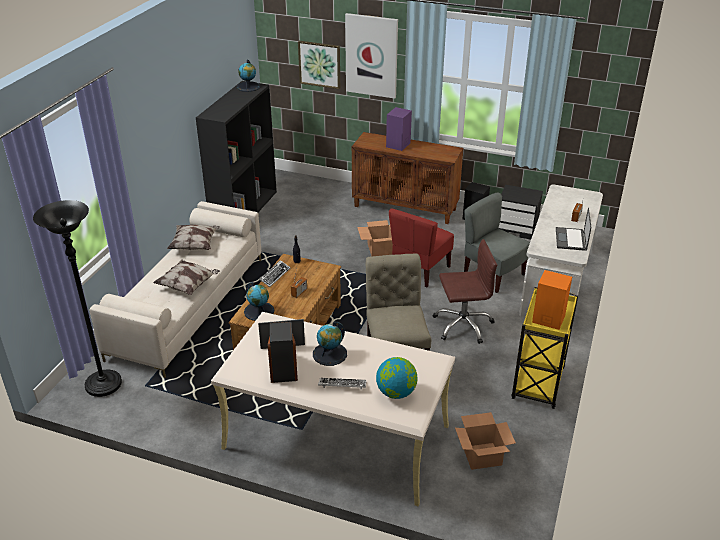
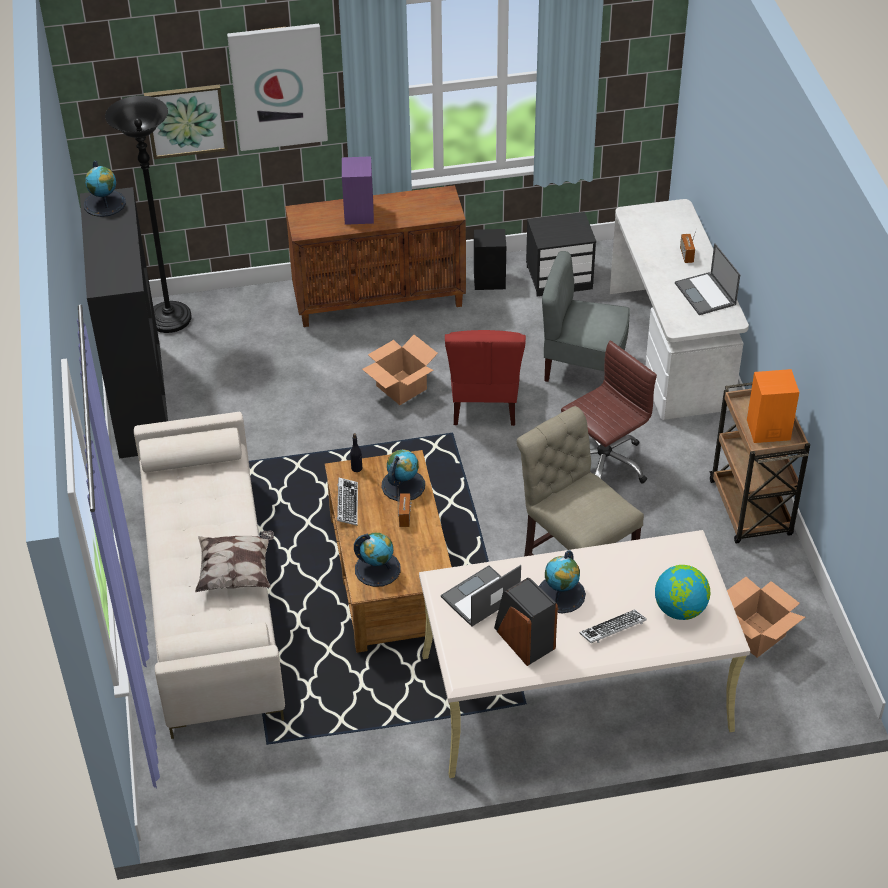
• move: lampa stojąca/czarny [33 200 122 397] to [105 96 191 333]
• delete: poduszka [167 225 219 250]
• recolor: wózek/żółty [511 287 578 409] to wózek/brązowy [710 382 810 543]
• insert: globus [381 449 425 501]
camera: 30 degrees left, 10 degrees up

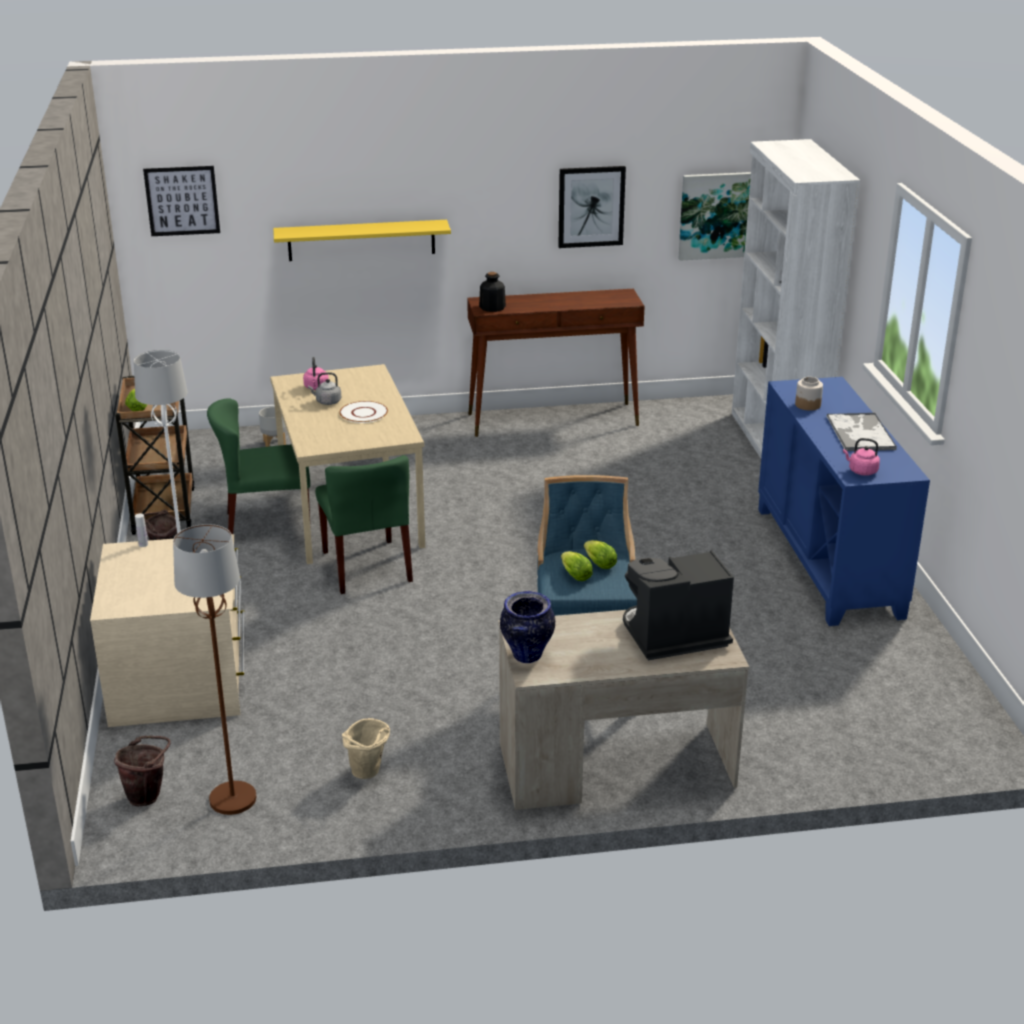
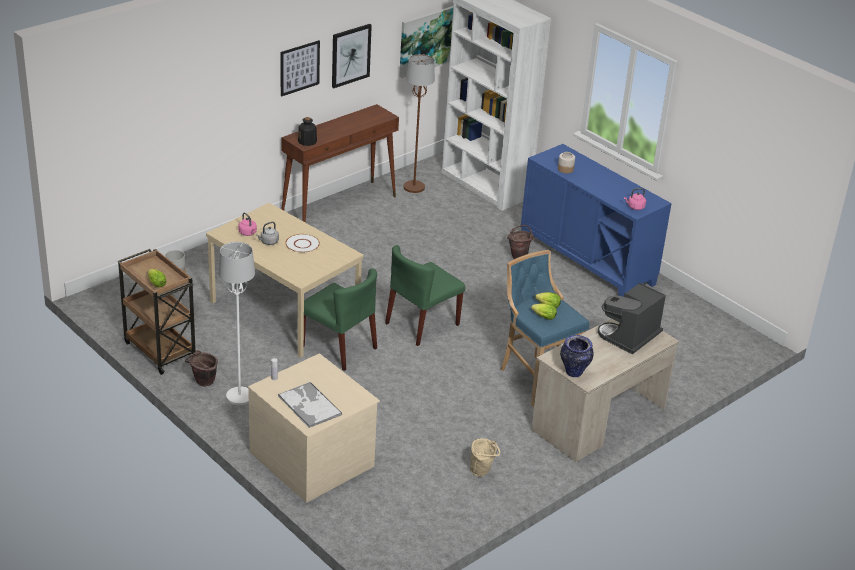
• move: wiadro/brązowy [114 736 171 806] to [507 225 534 259]
• move: obraz [143 166 220 236] to [281 40 320 97]
• move: lampa stojąca/brązowy [173 524 256 815] to [404 54 435 193]
• move: krzesło/zielony [207 399 310 534] to [385 245 465 346]
• delete: półka/żółty [273 220 451 261]
• move: taca [826 413 897 451] to [278 382 342 428]
camera: 35 degrees left, 5 degrees up

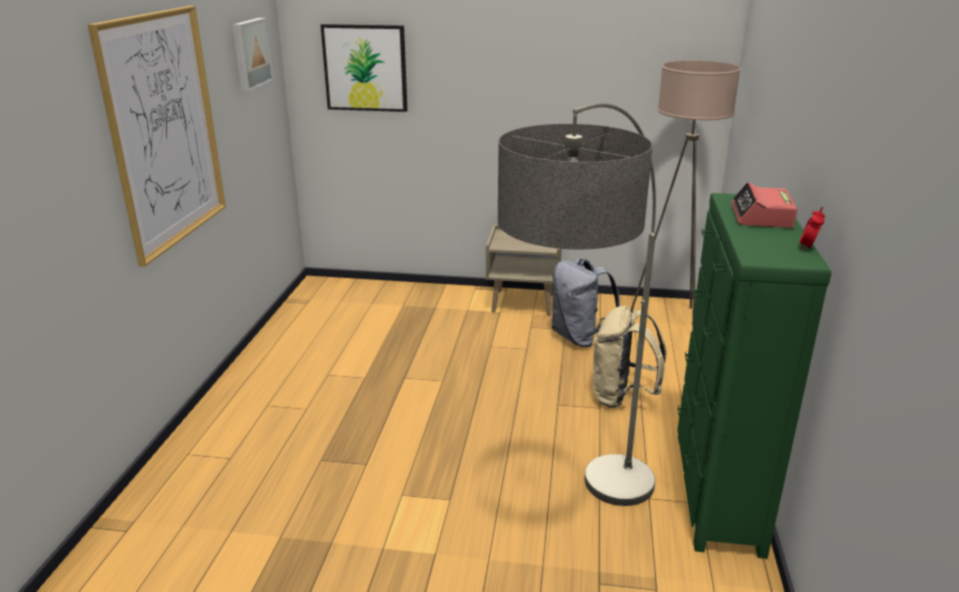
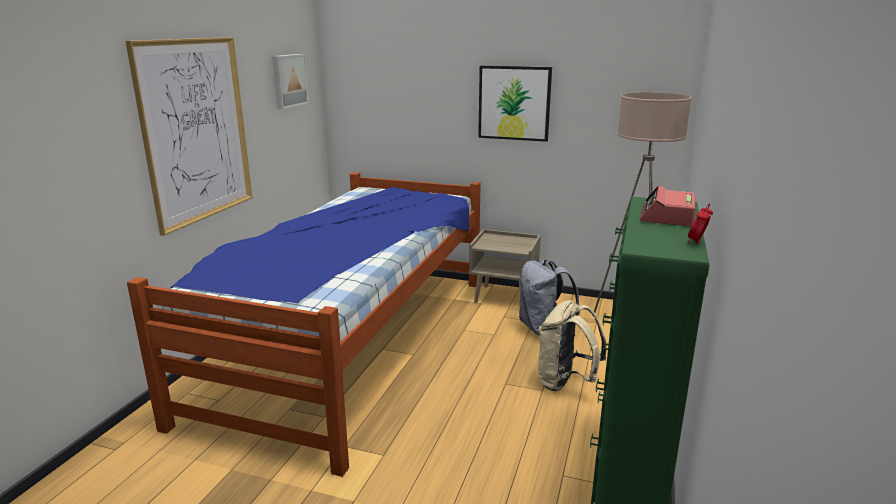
• move: obraz [321 24 407 112] to [478 66 552 142]
• delete: lampa stojąca [498 103 656 506]
• insert: łóżko [127 172 481 477]
camera: 10 degrees right, 5 degrees down

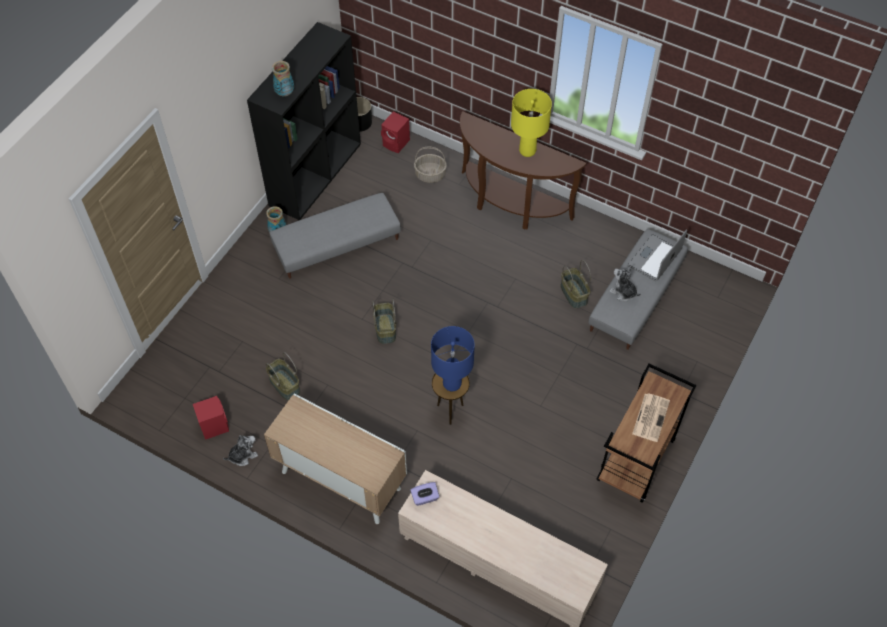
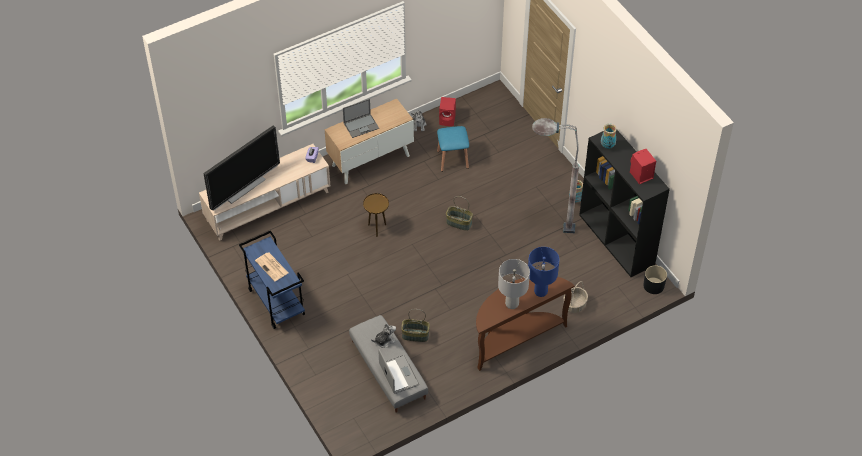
• replace: koszyk [266 352 301 401] to stołek/niebieski [437 126 469 172]
• replace: pufa/szary [269 193 401 279] to lampa stojąca/szary [532 118 579 233]
• move: głośnik/czerwony [381 111 410 153] to [630 149 656 184]
• move: lampa stołowa/niebieski [431 326 475 391] to [528 247 559 297]
• recolor: lampa stołowa/żółty [511 89 552 157] to lampa stołowa/szary [498 259 530 309]
• recolor: wózek/brązowy [597 364 697 503] to wózek/niebieski [239 231 305 329]
• insert: telewizor [204 126 280 211]
• insert: laptop [343 99 379 138]
camera: 120 degrees right, 5 degrees down

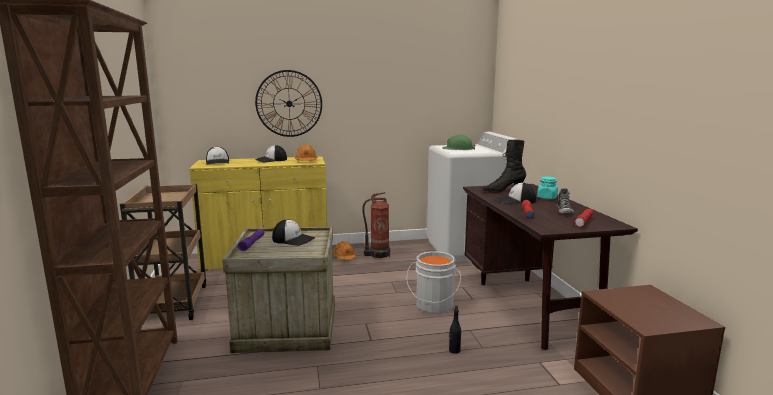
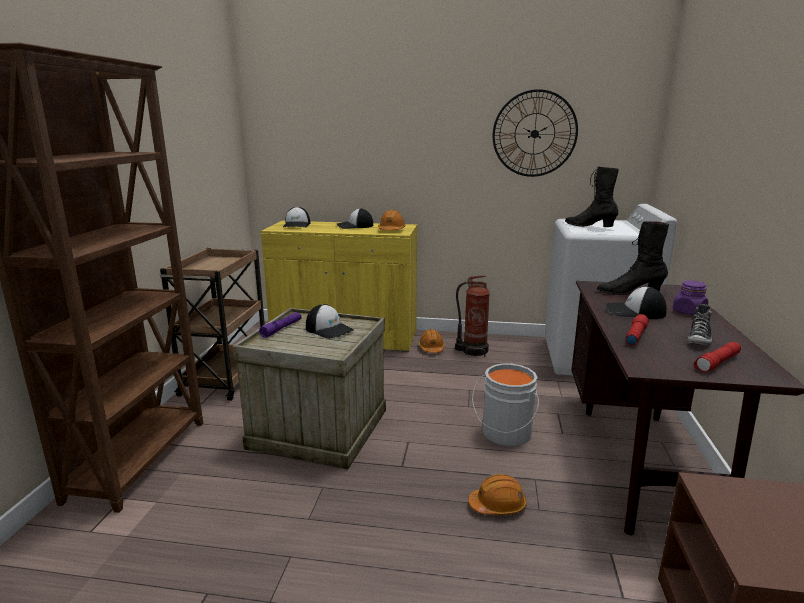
• move: zegar ścienny [255 70 322 137] to [493 89 578 177]
• replace: kask/zielony [442 135 476 150] to but z cholewką/czarny [565 167 619 227]
• replace: butelka/czarny [449 305 461 354] to kask/pomarańczowy [468 474 527 515]
• recolor: słoik/turkusowy [537 177 558 199] to słoik/fioletowy [673 280 708 315]
camera: 20 degrees right, 5 degrees up

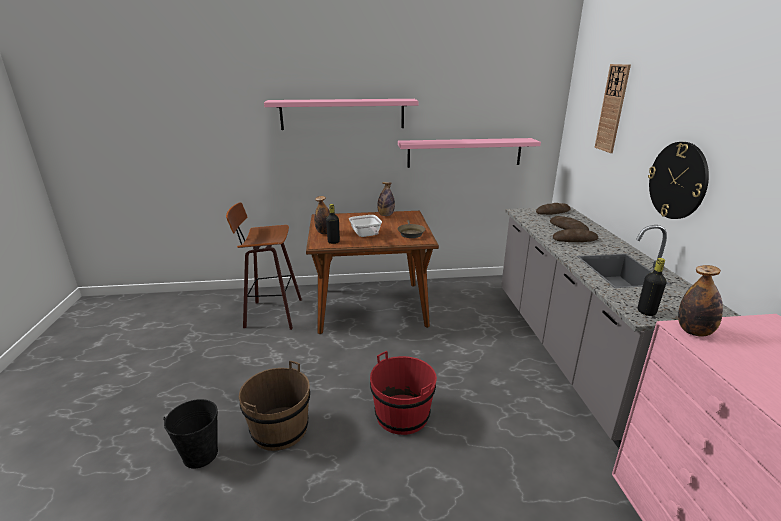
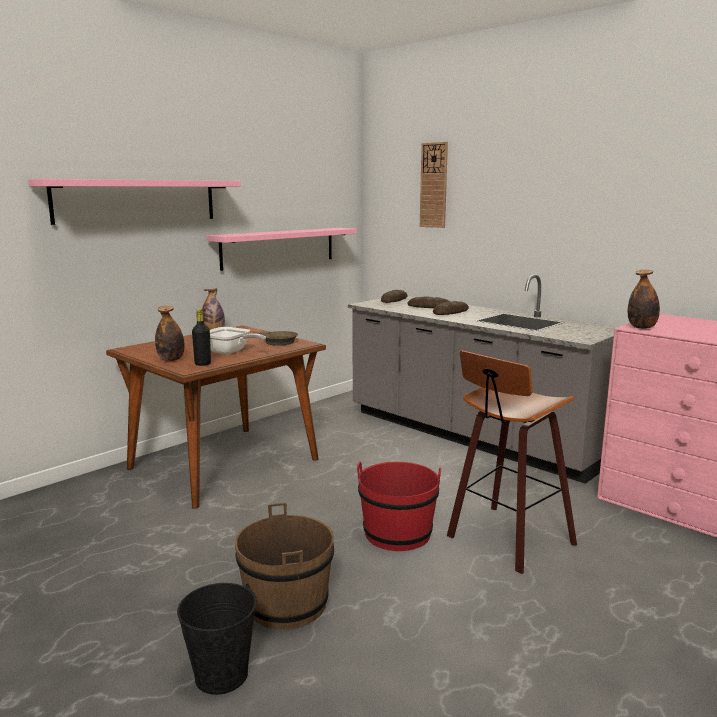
• move: stołek [226 202 302 330] to [447 351 577 574]
• delete: butelka/czarny [638 258 666 316]
• delete: zegar ścienny [648 142 709 219]
camera: 40 degrees left, 10 degrees down

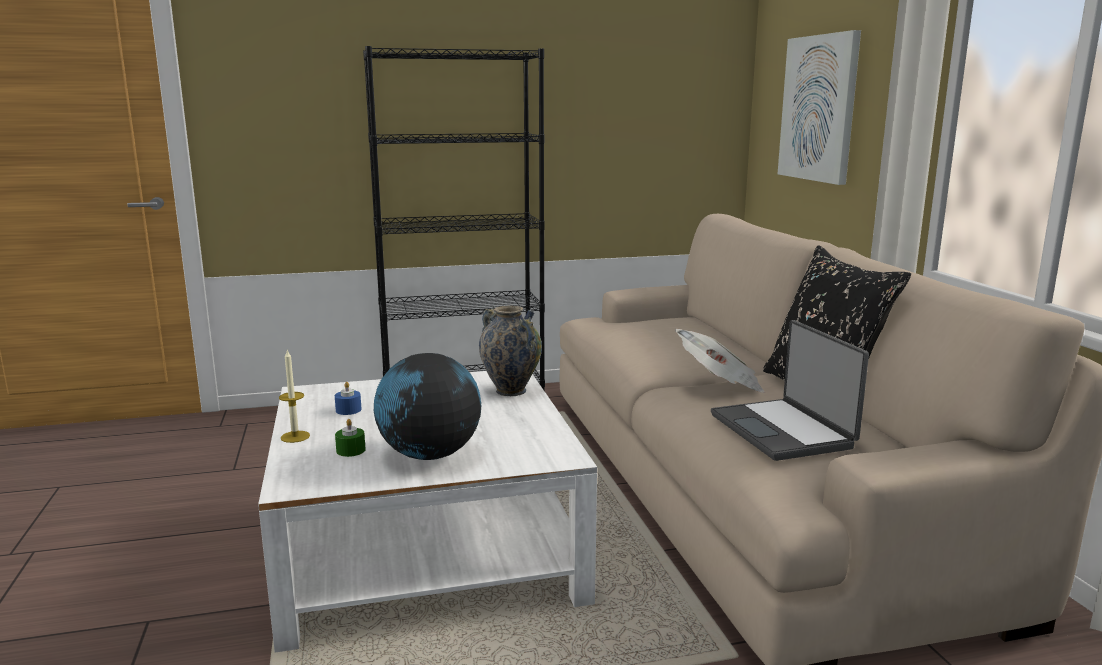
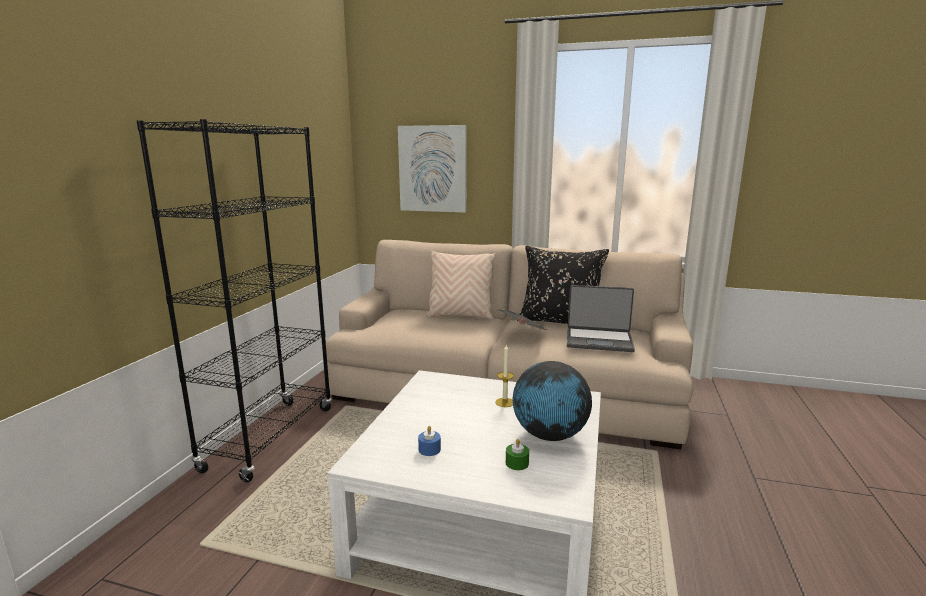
• move: świeca [279 350 310 443] to [495 344 514 407]
• delete: wazon [479 306 542 396]
• insert: poduszka/beżowy [426 250 496 319]
camera: 60 degrees left, 0 degrees up

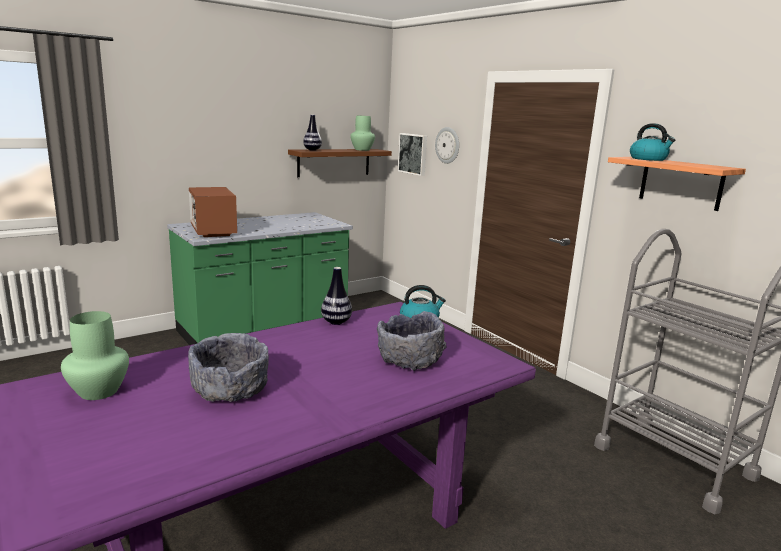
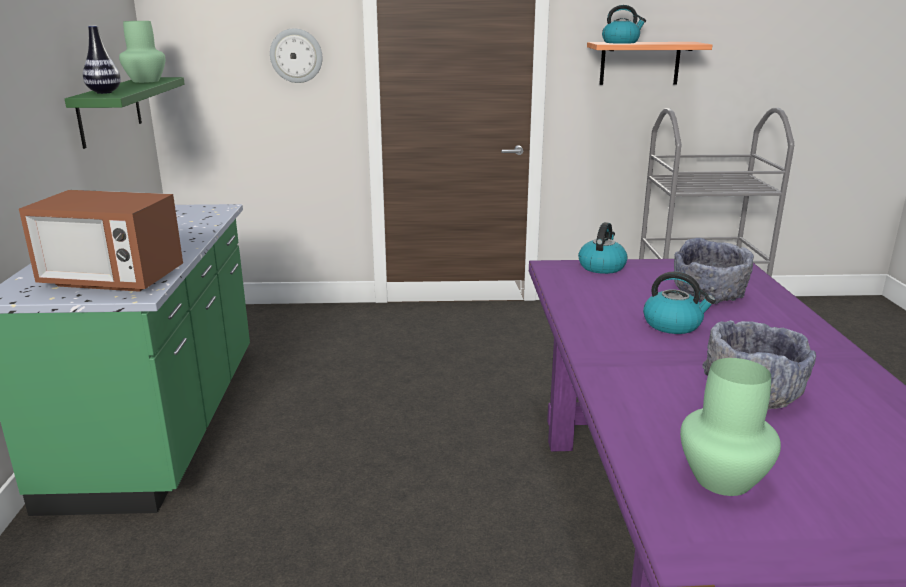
• recolor: półka/brązowy [288 149 392 177] to półka/zielony [65 77 185 149]
• delete: wazon [321 267 352 325]
• delete: obraz [398 133 427 176]
• insert: czajnik [643 271 716 334]
camera: 55 degrees left, 5 degrees up

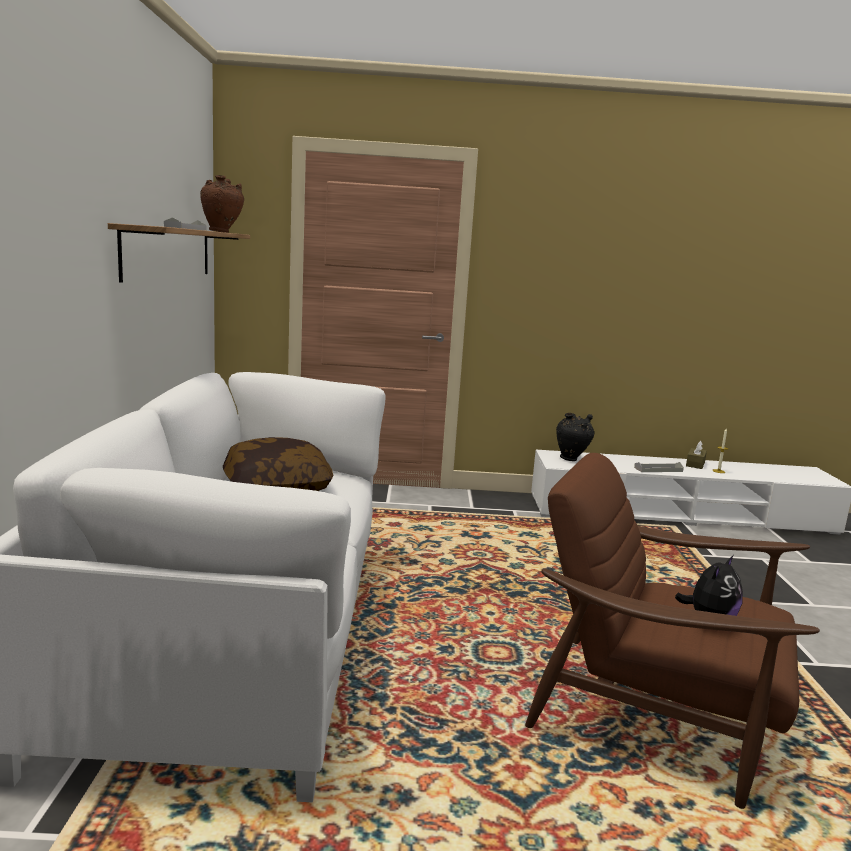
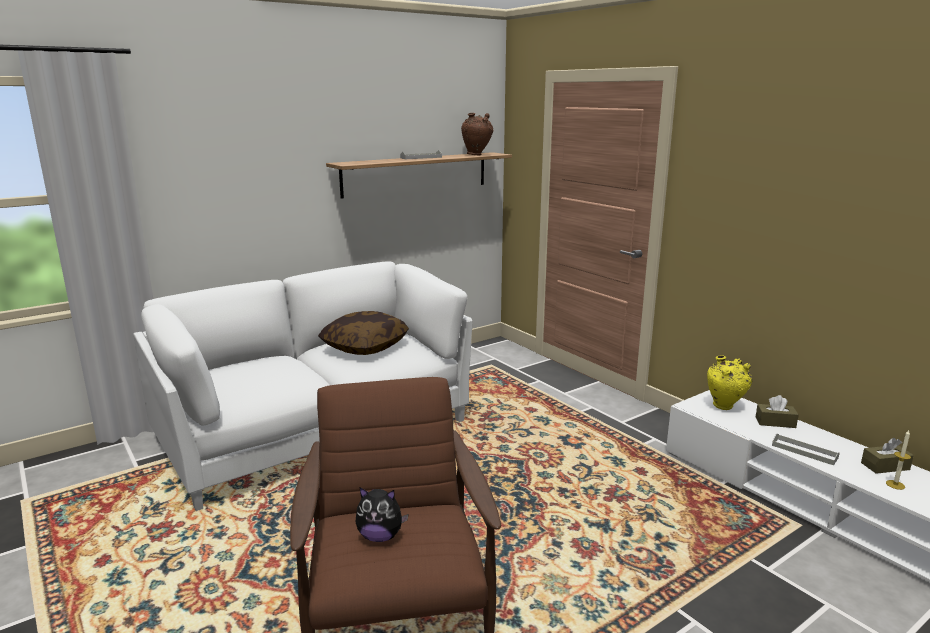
• recolor: wazon/czarny [556 413 595 461] to wazon/żółty [707 355 752 410]
• insert: pudełko chusteczek/brązowy [756 395 799 428]
camera: 55 degrees right, 5 degrees up

